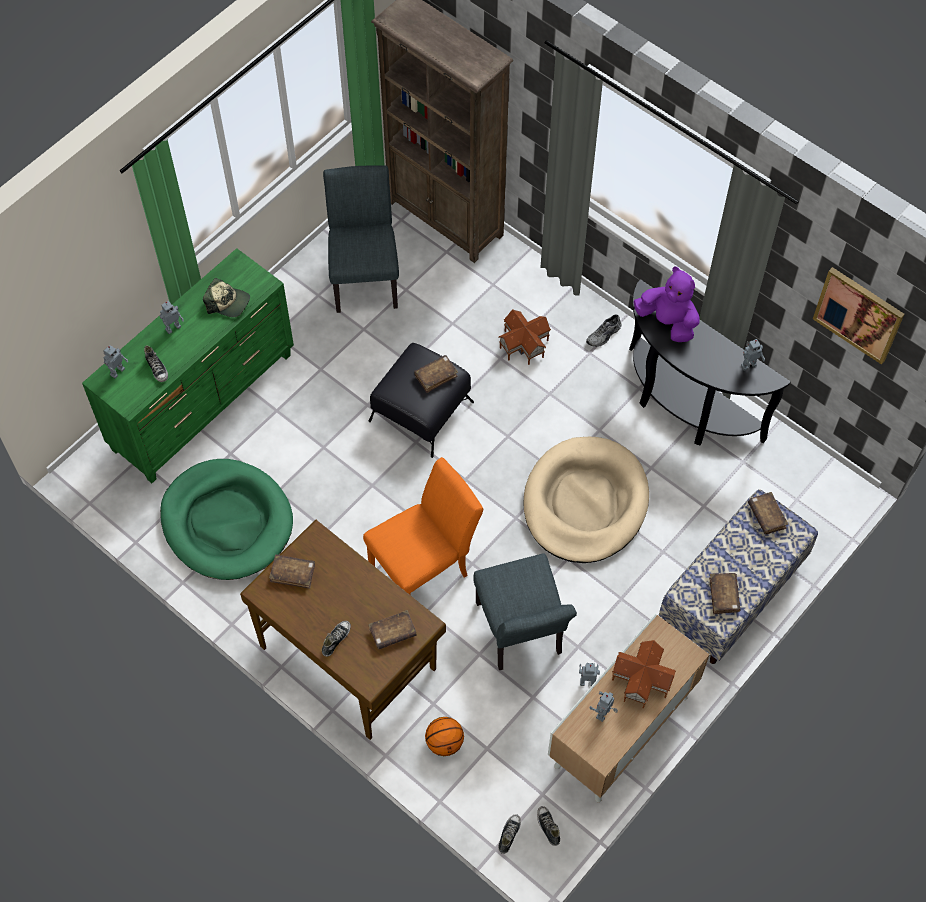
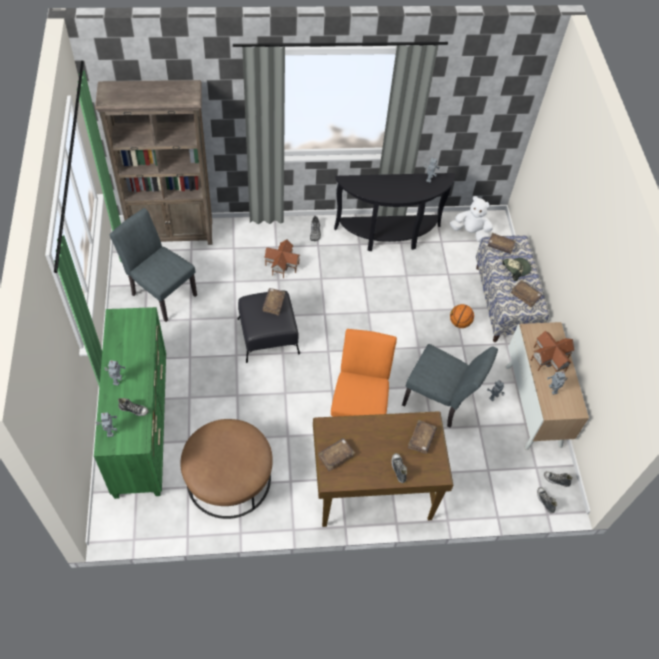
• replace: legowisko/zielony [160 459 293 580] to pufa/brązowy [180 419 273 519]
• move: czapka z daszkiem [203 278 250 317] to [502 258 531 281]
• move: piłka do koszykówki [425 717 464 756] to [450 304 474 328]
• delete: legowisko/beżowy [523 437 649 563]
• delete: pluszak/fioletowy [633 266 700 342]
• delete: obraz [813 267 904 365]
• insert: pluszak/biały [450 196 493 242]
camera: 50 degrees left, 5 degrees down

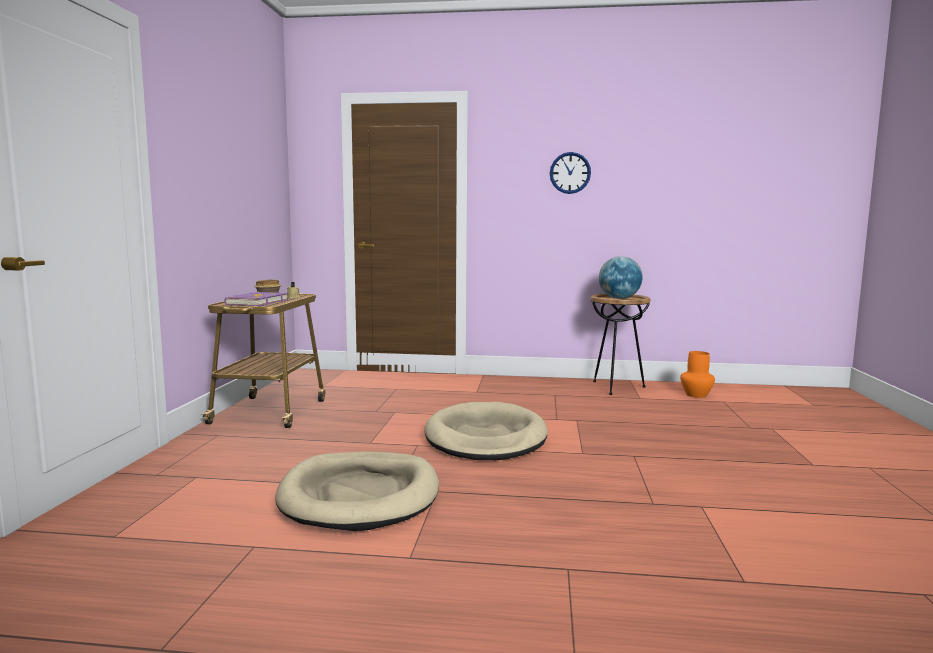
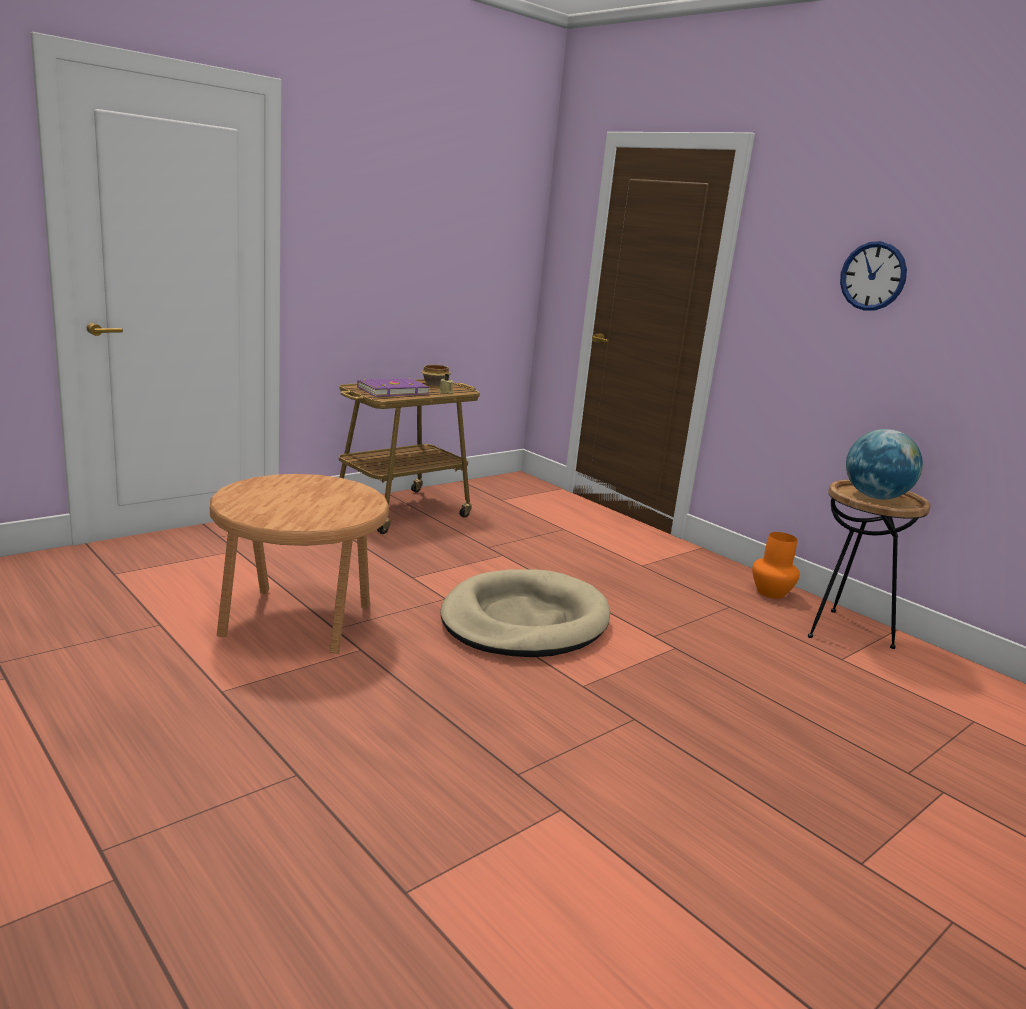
• replace: legowisko/beżowy [275 452 439 531] to stolik/brązowy [210 474 389 654]
• move: wazon/pomarańczowy [680 351 715 398] to [752 532 800 599]
camera: 40 degrees right, 10 degrees up

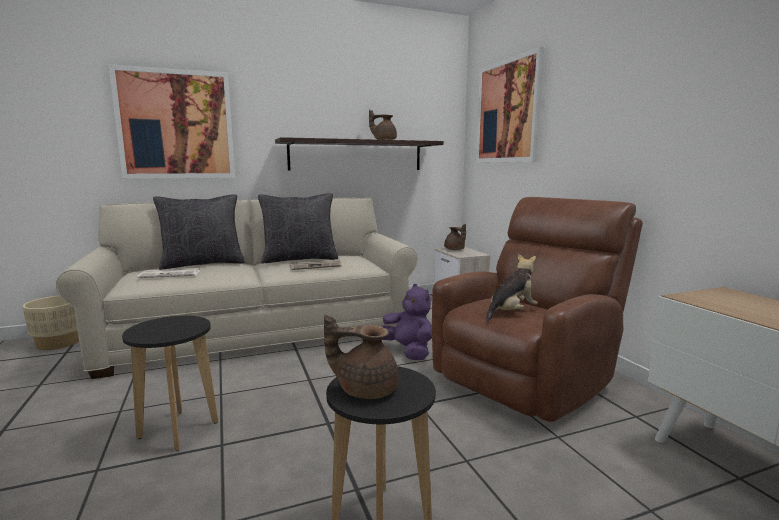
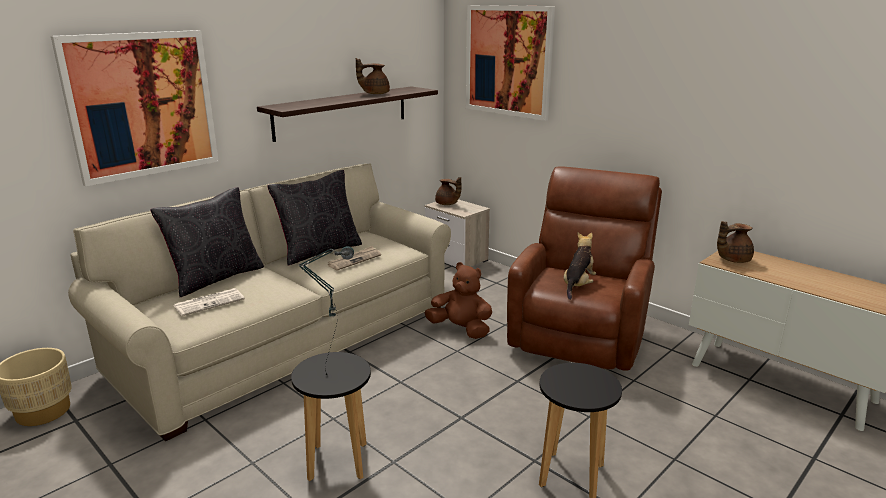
• move: imbryk/brązowy [324 314 398 399] to [717 221 754 263]
• recolor: pluszak/fioletowy [381 284 432 360] to pluszak/brązowy [424 262 492 339]
• insert: lampa stołowa [299 246 354 375]
camera: 25 degrees left, 10 degrees up

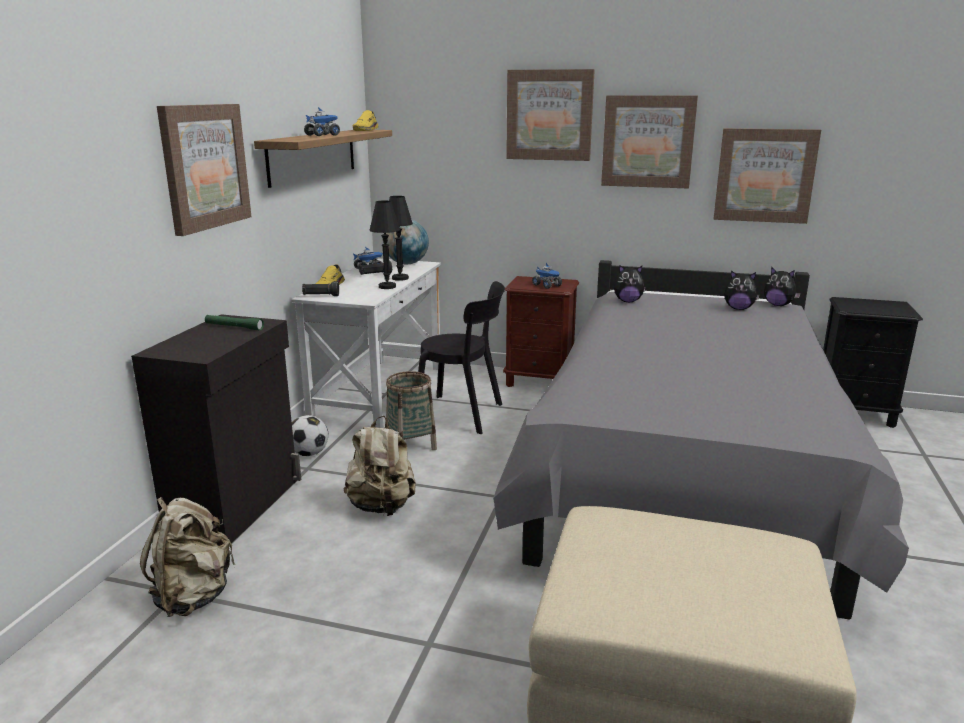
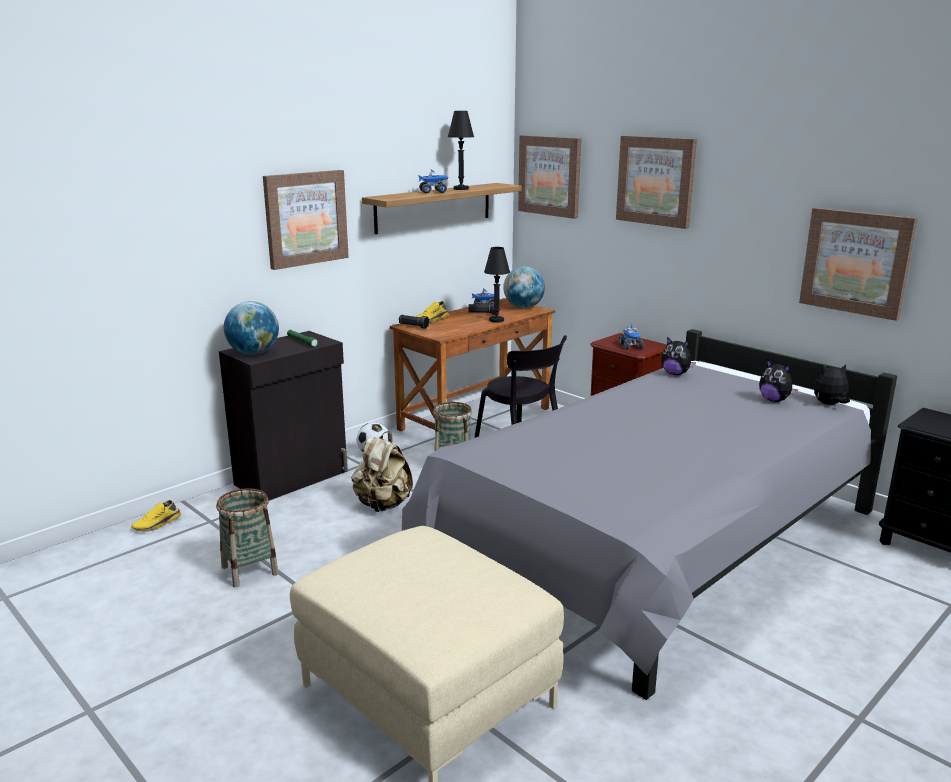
• delete: plecak/beżowy [140 497 235 617]
• recolor: biurko/biały [291 259 441 428] to biurko/brązowy [390 298 555 431]
• move: but/żółty [352 110 379 131] to [131 500 182 532]
• move: lampa stołowa/czarny [369 201 400 289] to [448 111 474 190]
• move: obraz [601 95 698 188] to [518 135 581 219]
• rotate: pluszak [764 267 801 306] = [814 364 850 405] 105 degrees clockwise
• insert: koszyk [216 488 279 587]
• insert: globus [224 301 279 355]
camera: 30 degrees right, 0 degrees up

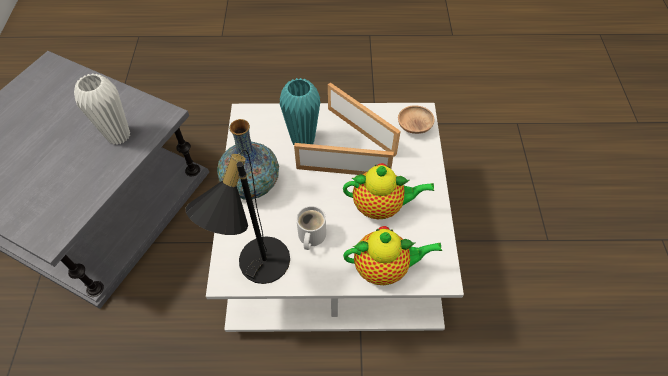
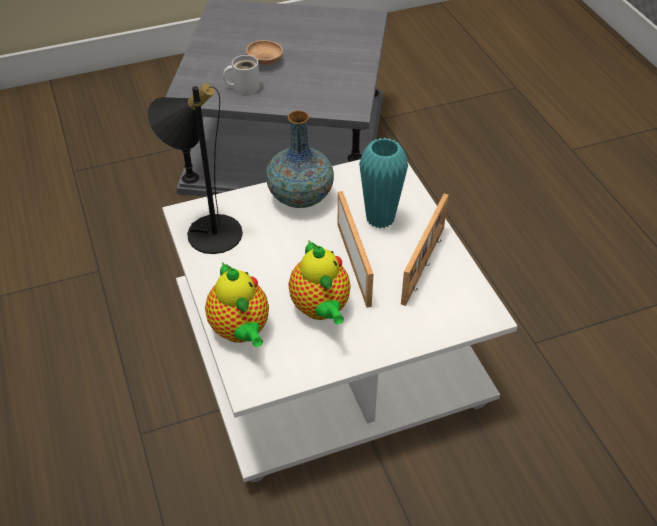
• delete: wazon/biały [74 73 130 145]
• move: kubek/biały [296 206 326 250] to [223 55 260 95]
• move: miska/brązowy [398 105 435 134] to [246 40 283 65]
camera: 70 degrees right, 10 degrees down

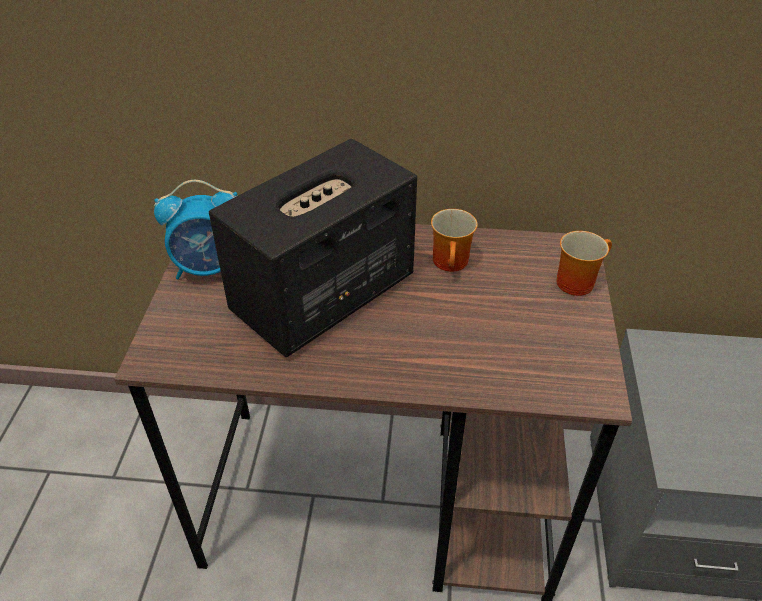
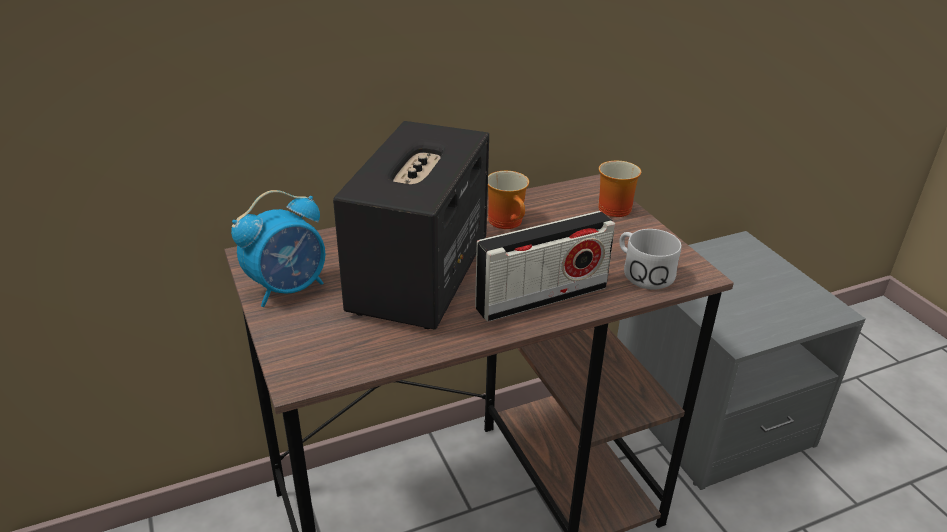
• insert: radio [475 211 615 322]
• insert: kubek/biały [619 229 681 290]
camera: 30 degrees left, 10 degrees down

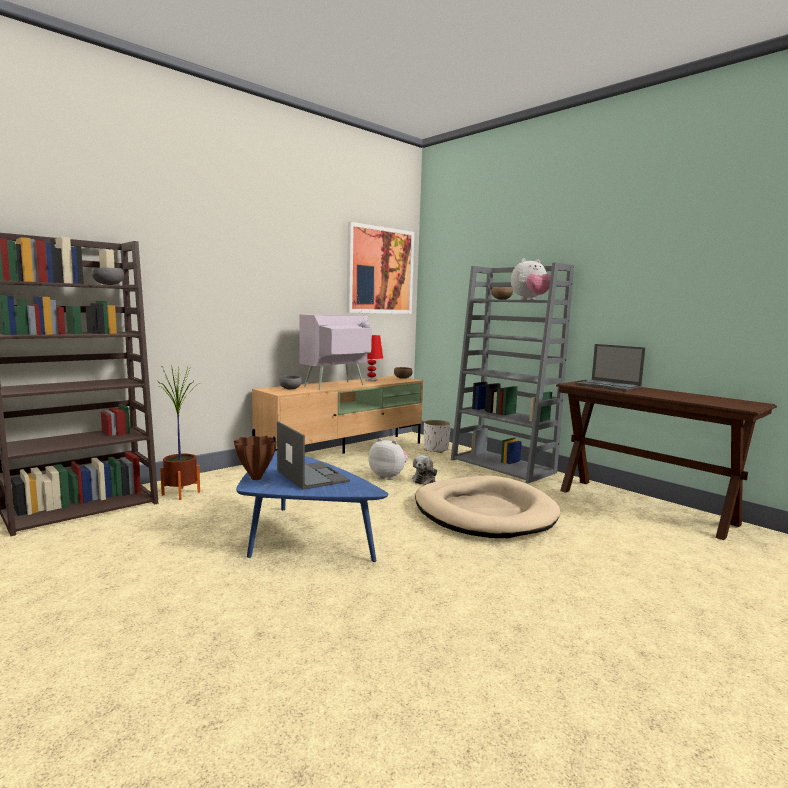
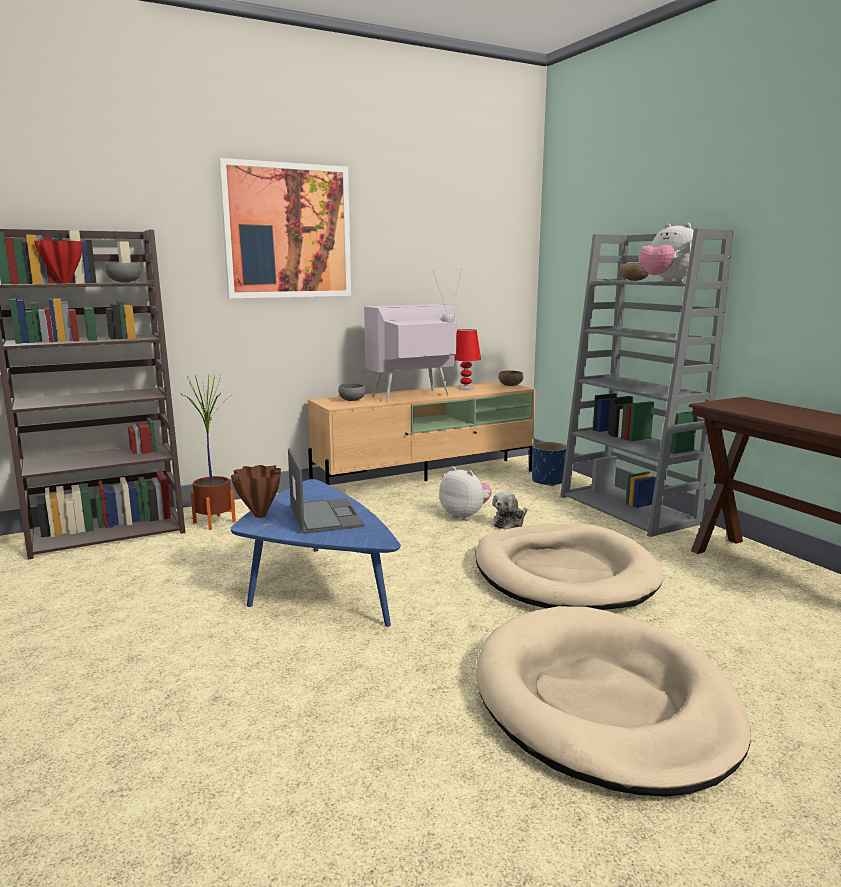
• move: obraz [347 222 414 314] to [219 158 351 298]
• recolor: donica/biały [424 420 451 453] to donica/niebieski [532 442 567 486]
• rotate: pluszak [511 259 551 300] = [638 223 694 282] 60 degrees clockwise
• delete: laptop [575 344 646 391]
• insert: wazon/czerwony [34 241 82 283]
• insert: legowisko/beżowy [476 606 751 797]
camera: 15 degrees right, 5 degrees up

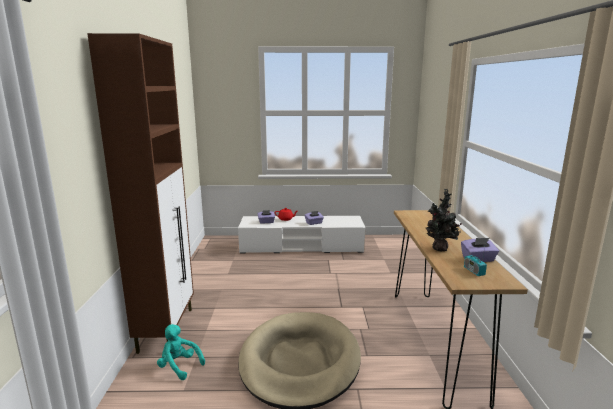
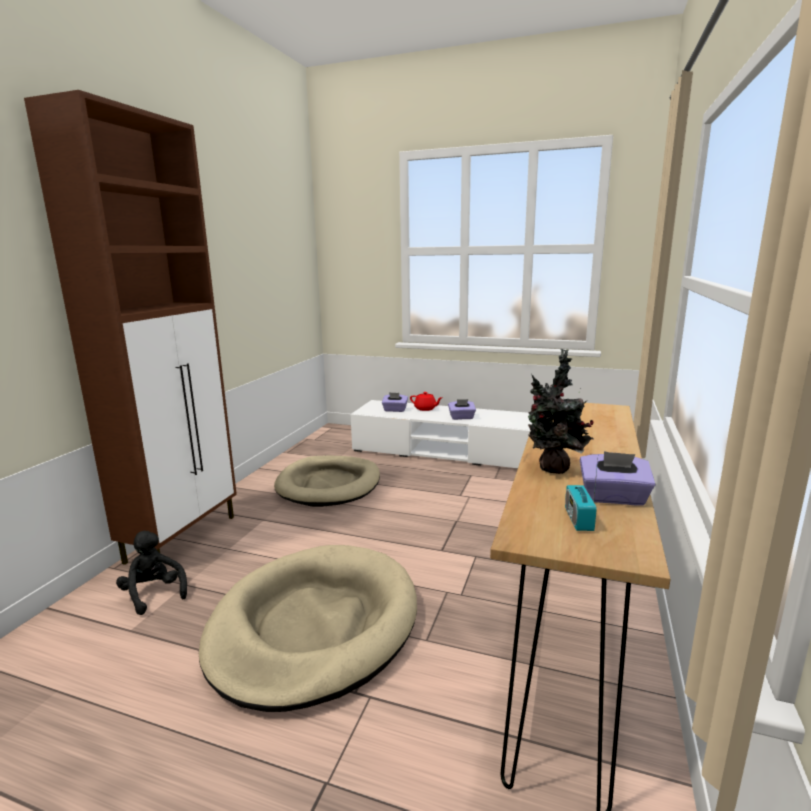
• recolor: pluszak/turkusowy [157 324 205 380] to pluszak/czarny [116 531 187 615]
• insert: legowisko/beżowy [274 456 380 507]
camera: 20 degrees right, 0 degrees up

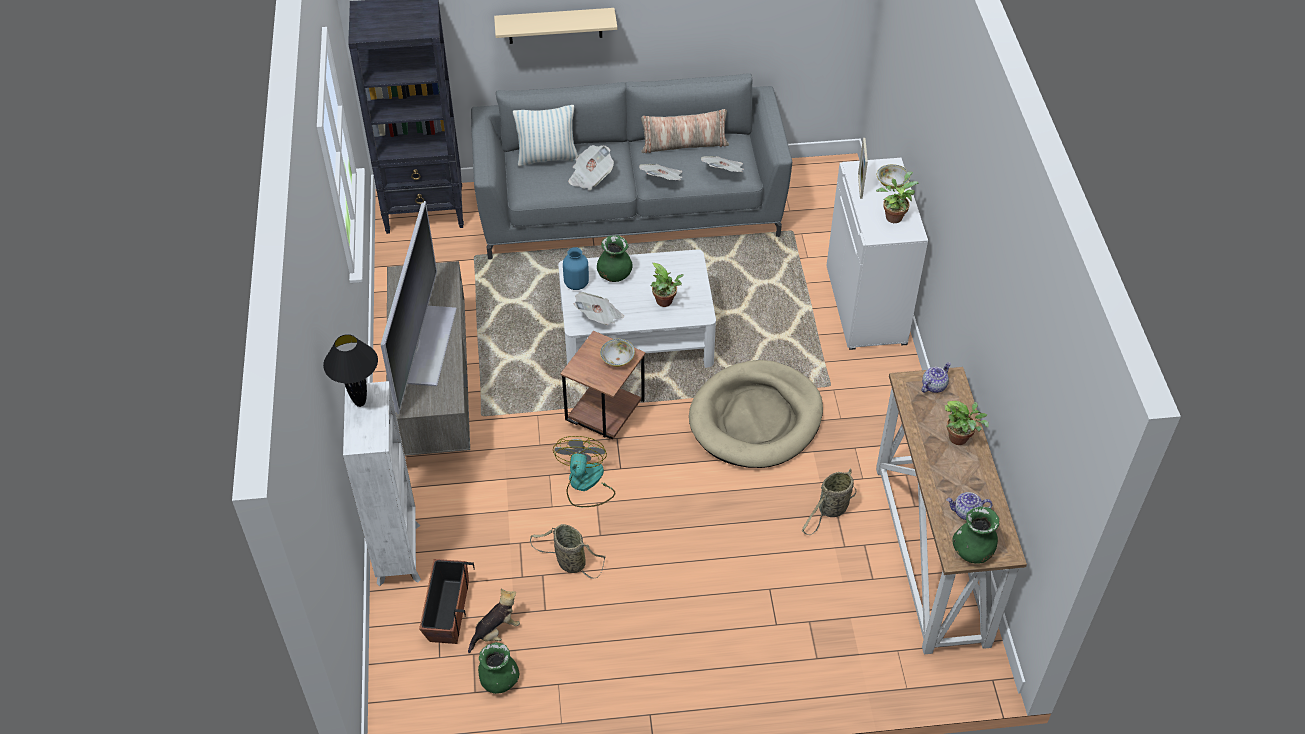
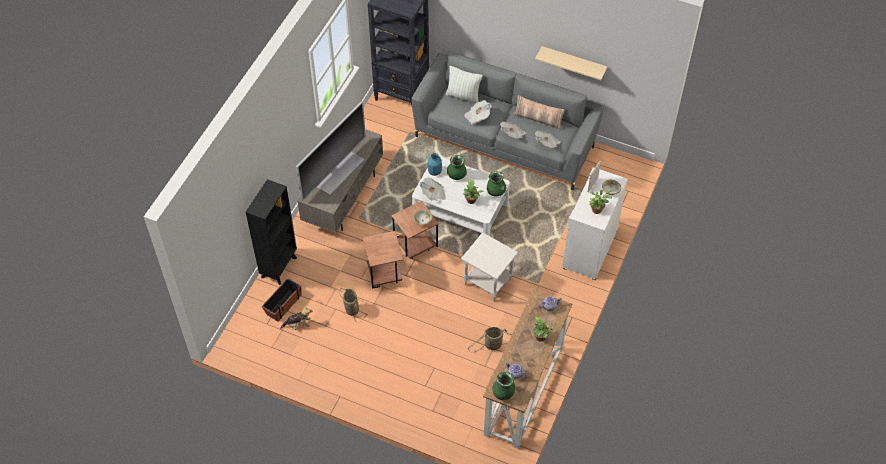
• delete: lampa stołowa/czarny [323 334 378 407]
• recolor: regał/biały [343 381 421 586] to regał/czarny [246 179 297 285]
• move: wazon/zielony [478 642 519 694] to [487 171 506 196]
• move: półka/beżowy [494 8 617 44] to [535 46 607 80]
• replace: wentylator [553 436 615 507] to stolik/brązowy [363 231 403 289]
• replace: legowisko/beżowy [689 360 823 468] to stolik/biały [461 232 518 302]
camera: 30 degrees right, 5 degrees up

